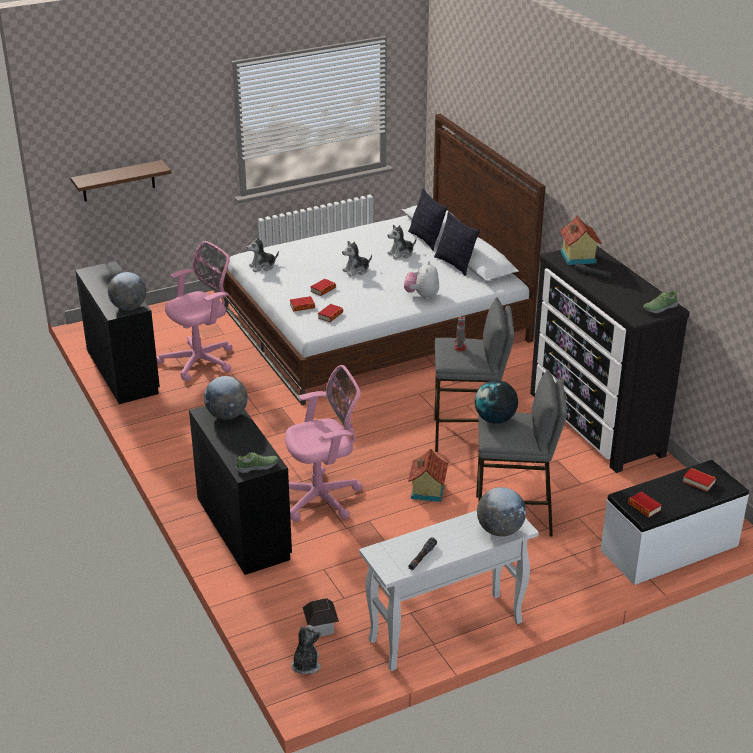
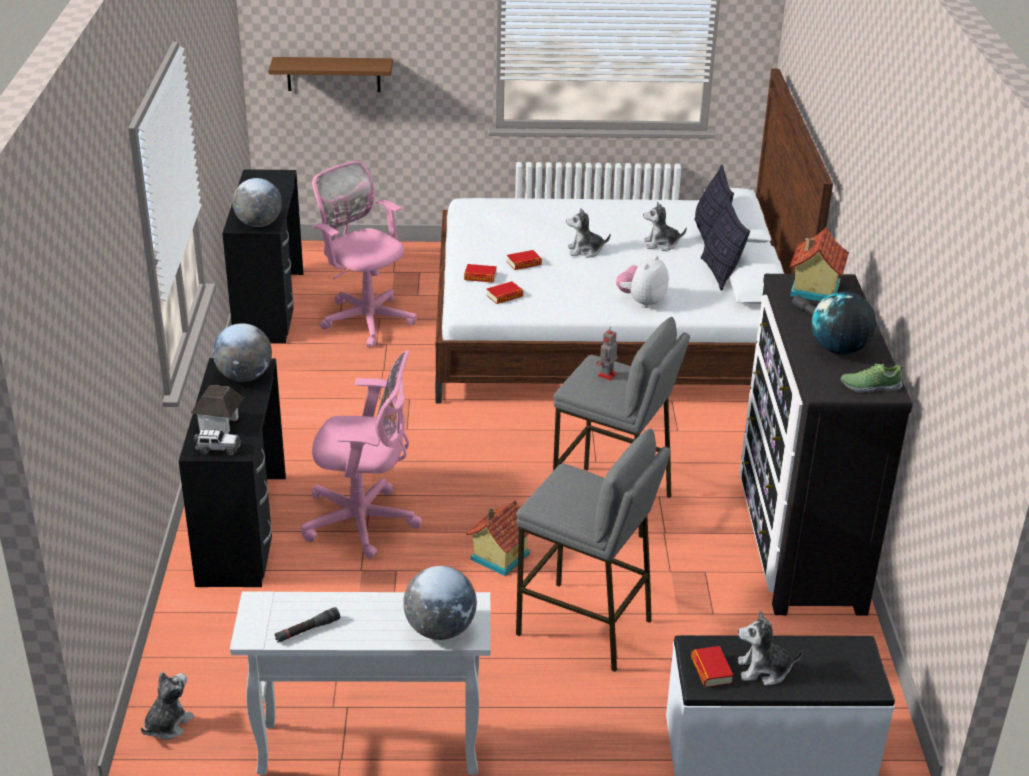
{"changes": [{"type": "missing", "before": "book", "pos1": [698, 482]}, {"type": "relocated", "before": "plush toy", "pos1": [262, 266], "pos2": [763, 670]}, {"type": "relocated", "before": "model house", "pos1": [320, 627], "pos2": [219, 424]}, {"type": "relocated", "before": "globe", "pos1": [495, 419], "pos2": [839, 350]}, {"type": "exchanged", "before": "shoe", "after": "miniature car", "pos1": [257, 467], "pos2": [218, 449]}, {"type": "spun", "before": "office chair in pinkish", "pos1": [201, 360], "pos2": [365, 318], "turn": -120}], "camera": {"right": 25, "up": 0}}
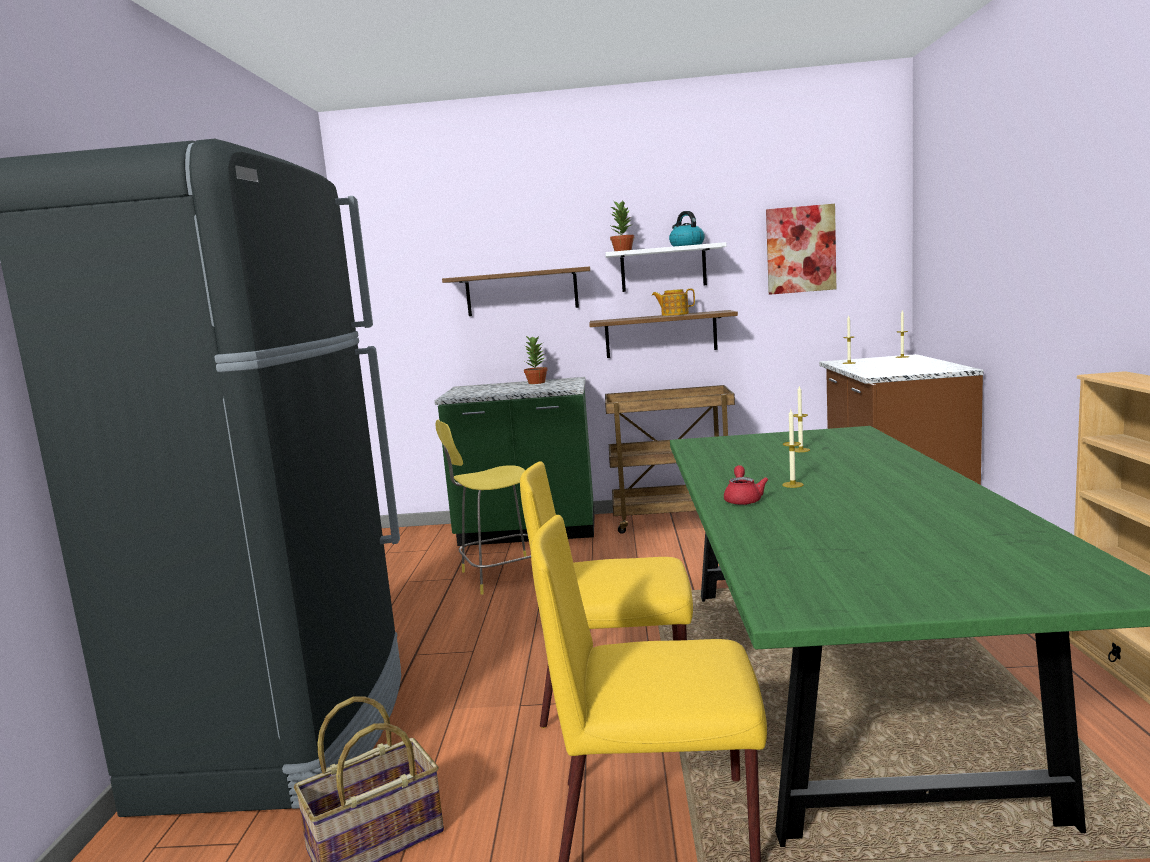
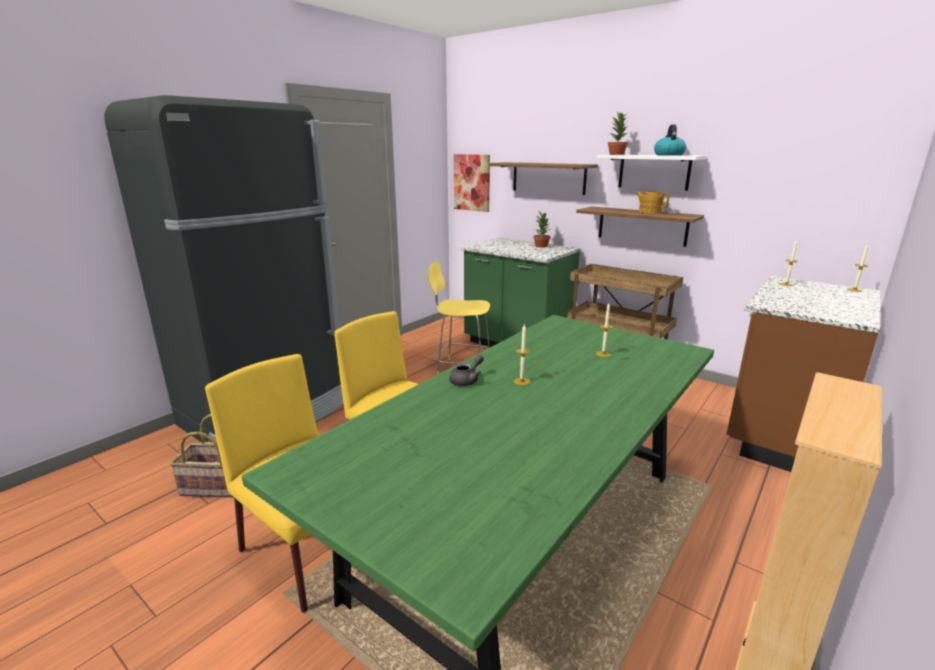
{"changes": [{"type": "relocated", "before": "wall picture", "pos1": [800, 249], "pos2": [472, 182]}, {"type": "colour", "before": "teapot in red-coloured", "after": "teapot in greyish", "pos1": [743, 499], "pos2": [467, 380]}], "camera": {"right": 35, "up": 10}}
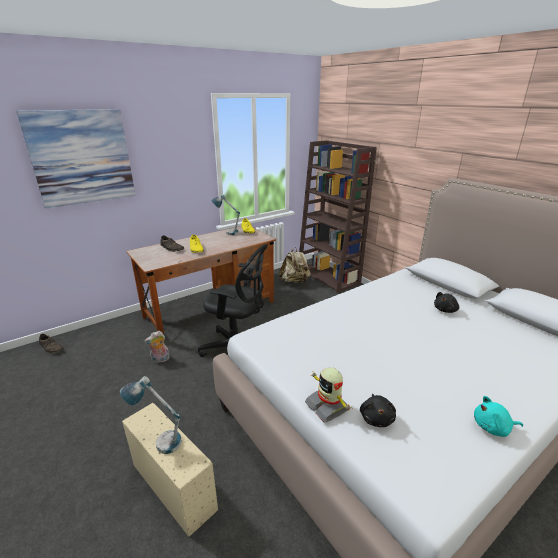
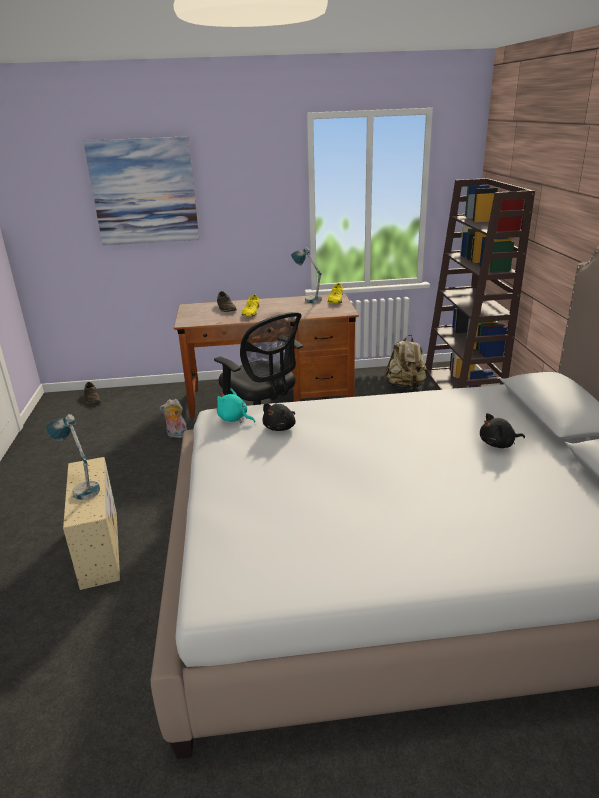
{"changes": [{"type": "missing", "before": "model robot", "pos1": [327, 406]}, {"type": "relocated", "before": "plush toy in black-coloured", "pos1": [376, 418], "pos2": [280, 427]}, {"type": "relocated", "before": "plush toy in turquoise", "pos1": [493, 427], "pos2": [234, 419]}], "camera": {"right": 30, "up": 0}}
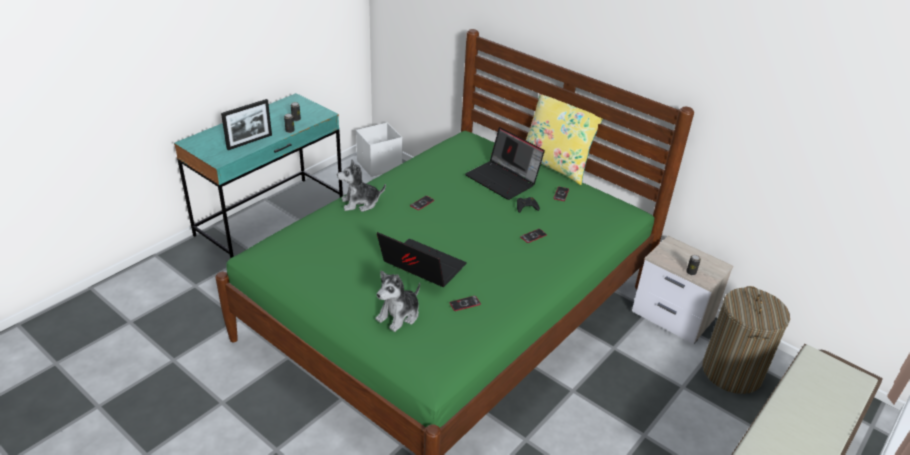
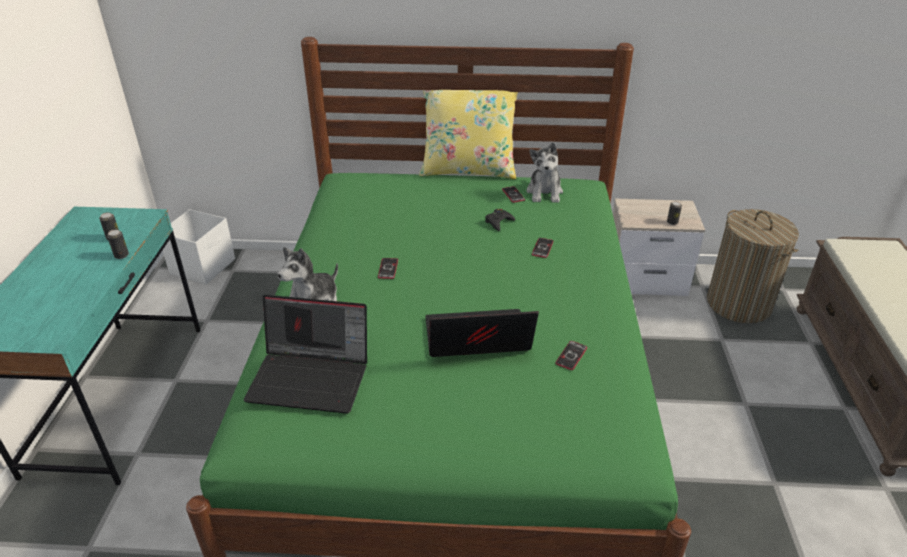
{"changes": [{"type": "missing", "before": "standing frame", "pos1": [249, 142]}, {"type": "relocated", "before": "plush toy", "pos1": [399, 315], "pos2": [544, 192]}, {"type": "relocated", "before": "notebook computer", "pos1": [503, 179], "pos2": [312, 377]}], "camera": {"right": -35, "up": 0}}
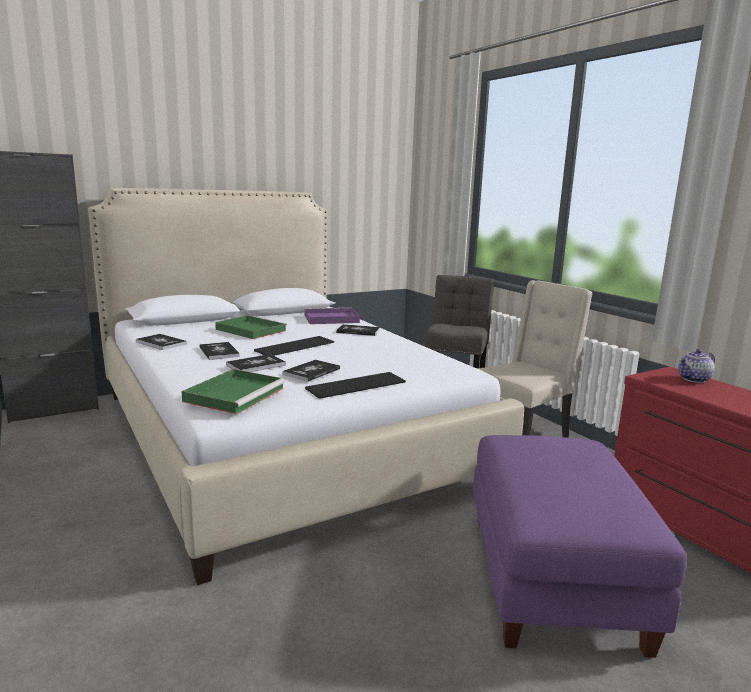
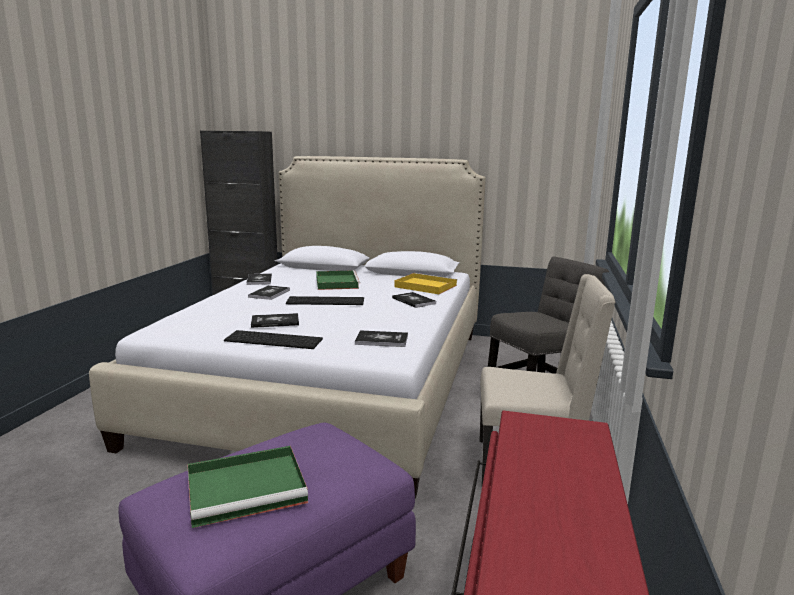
{"changes": [{"type": "missing", "before": "teapot", "pos1": [694, 379]}, {"type": "relocated", "before": "serving tray in green-coloured", "pos1": [235, 394], "pos2": [249, 488]}, {"type": "relocated", "before": "book", "pos1": [256, 365], "pos2": [381, 340]}, {"type": "colour", "before": "serving tray in purplish", "after": "serving tray in yellow", "pos1": [330, 319], "pos2": [424, 286]}], "camera": {"right": 45, "up": 0}}
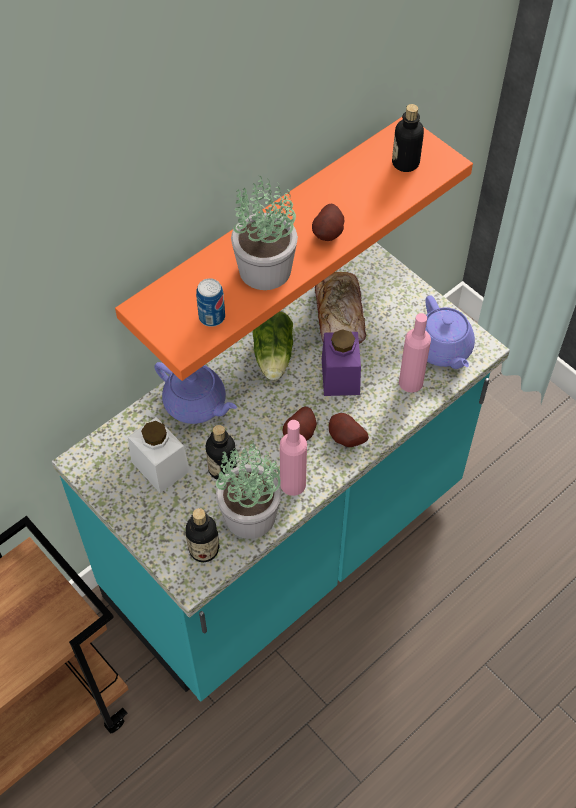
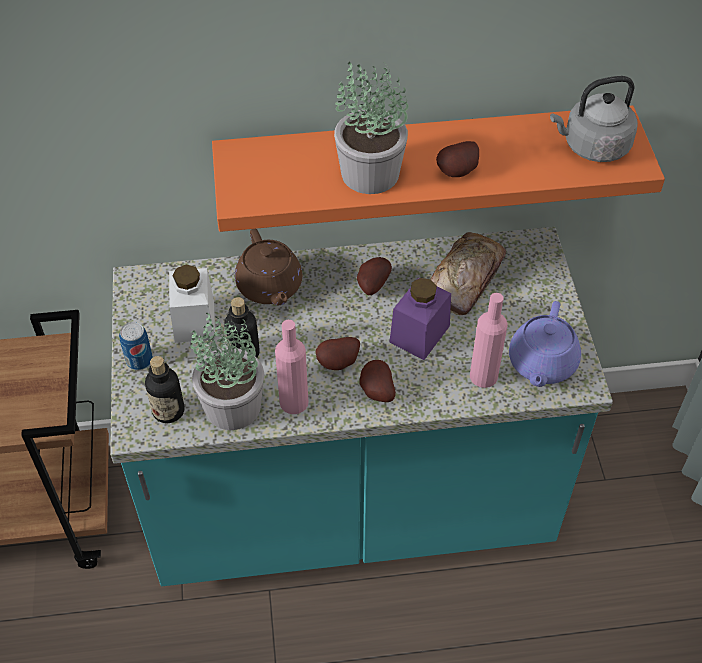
{"changes": [{"type": "relocated", "before": "can", "pos1": [212, 317], "pos2": [139, 360]}, {"type": "exchanged", "before": "head of lettuce", "after": "whole potato", "pos1": [273, 357], "pos2": [371, 285]}, {"type": "exchanged", "before": "drink bottle", "after": "tea kettle in greyish", "pos1": [405, 163], "pos2": [592, 147]}, {"type": "colour", "before": "teapot in purplish", "after": "teapot in brown-coloured", "pos1": [196, 404], "pos2": [270, 287]}], "camera": {"right": 35, "up": -5}}
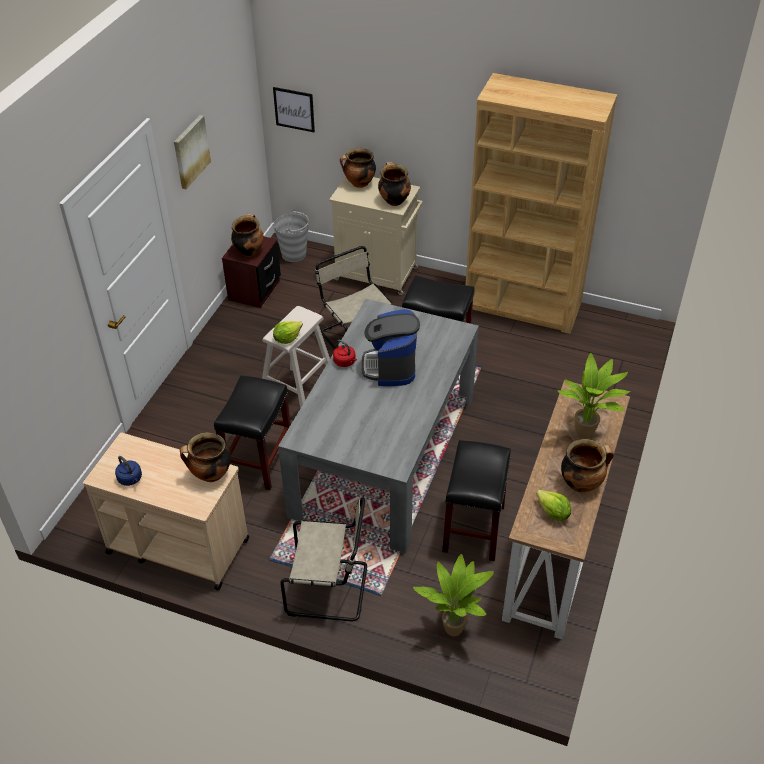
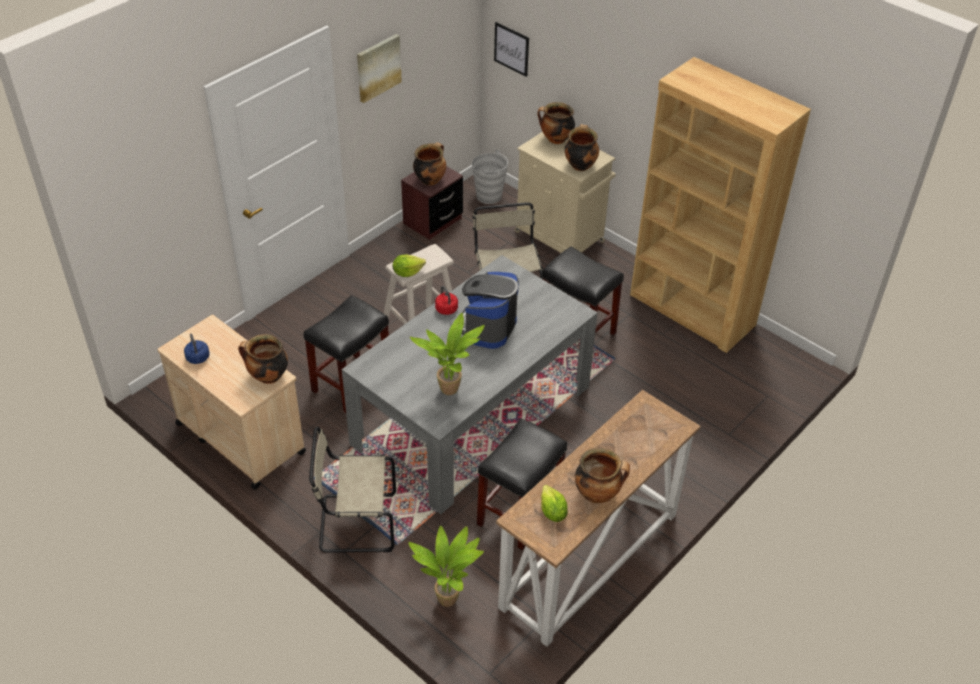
{"changes": [{"type": "relocated", "before": "houseplant", "pos1": [587, 434], "pos2": [451, 392]}, {"type": "spun", "before": "chair in beige-coloured", "pos1": [331, 589], "pos2": [354, 523], "turn": 150}], "camera": {"right": 20, "up": 0}}
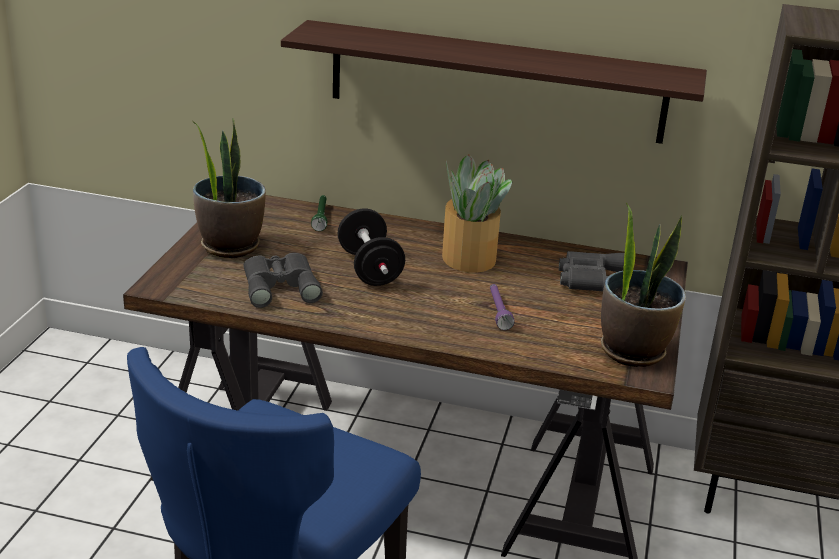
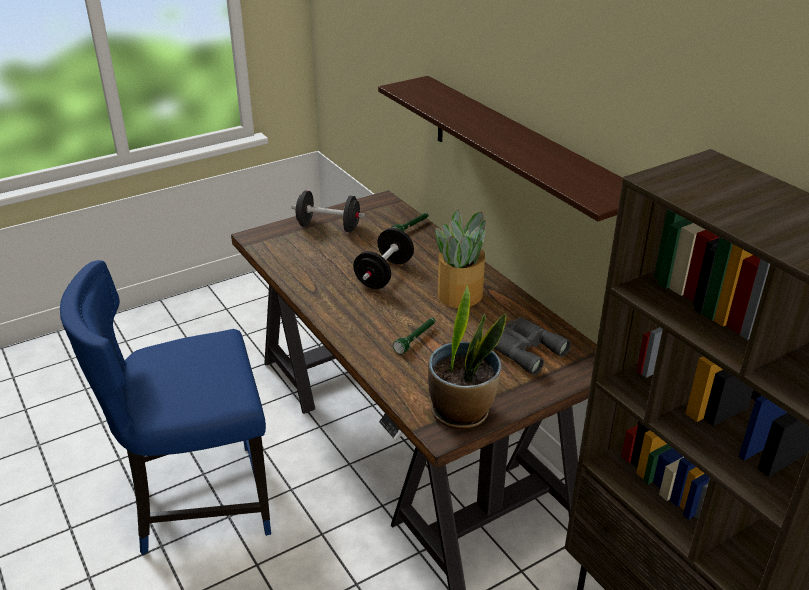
{"changes": [{"type": "missing", "before": "binoculars in greyish", "pos1": [280, 285]}, {"type": "exchanged", "before": "houseplant", "after": "hand weight in black-coloured", "pos1": [230, 246], "pos2": [328, 227]}, {"type": "colour", "before": "hand torch in purplish", "after": "hand torch in green-coloured", "pos1": [498, 312], "pos2": [416, 339]}], "camera": {"right": 45, "up": 5}}
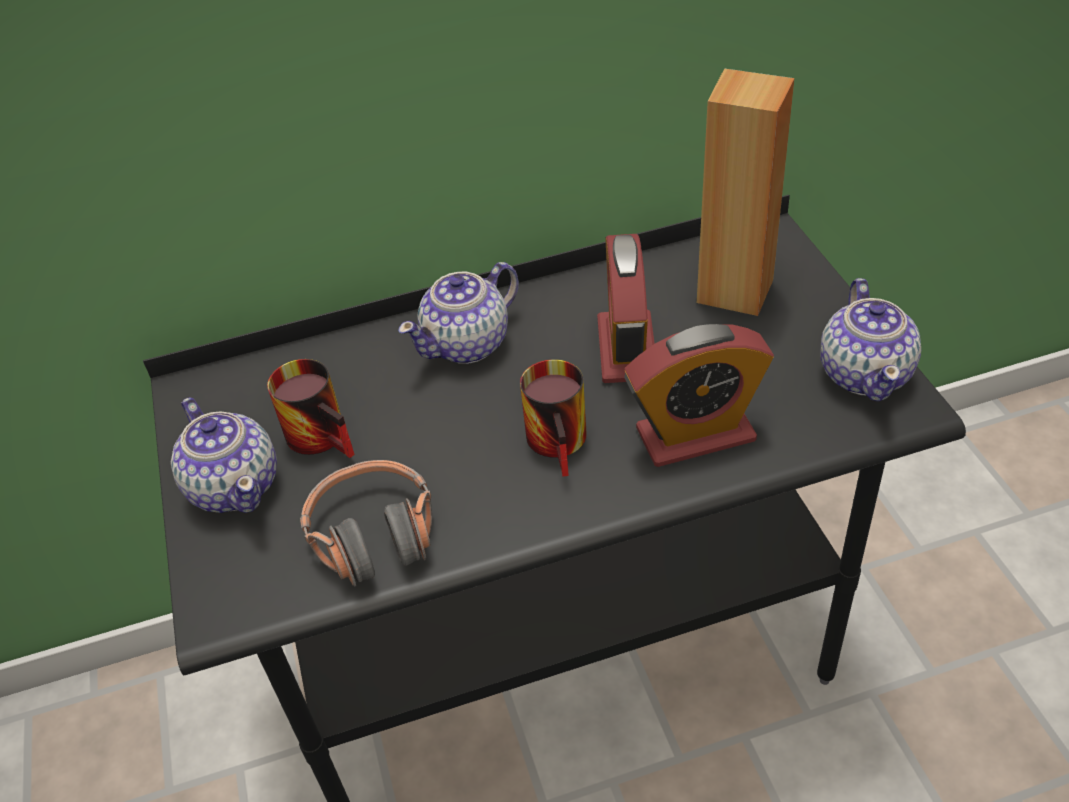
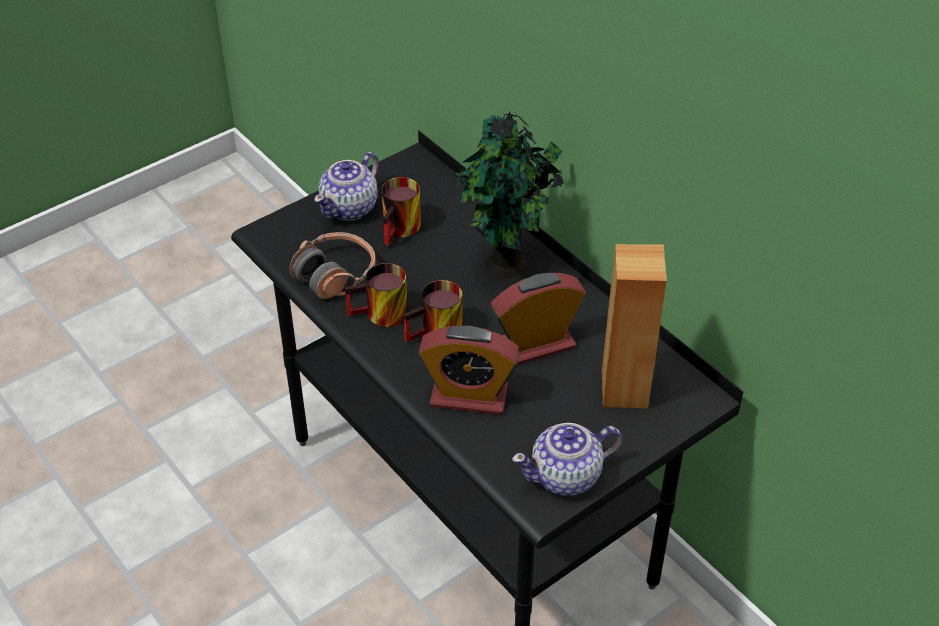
{"changes": [{"type": "appeared", "after": "tea mug", "pos2": [380, 316]}, {"type": "exchanged", "before": "teapot", "after": "houseplant", "pos1": [468, 343], "pos2": [506, 266]}, {"type": "spun", "before": "bedside clock", "pos1": [695, 435], "pos2": [468, 396], "turn": -45}], "camera": {"right": 65, "up": 0}}
